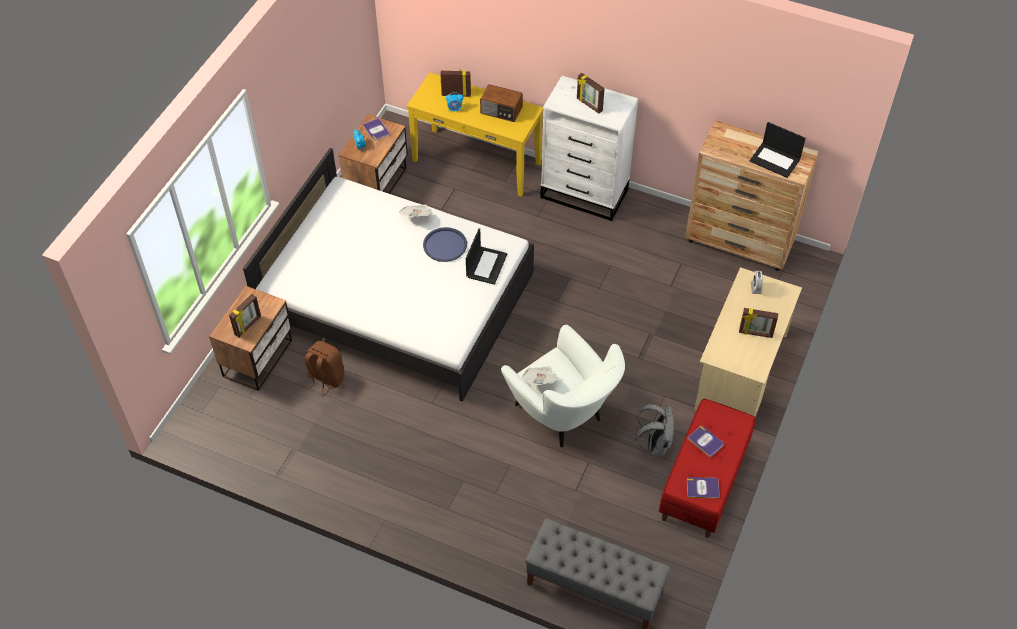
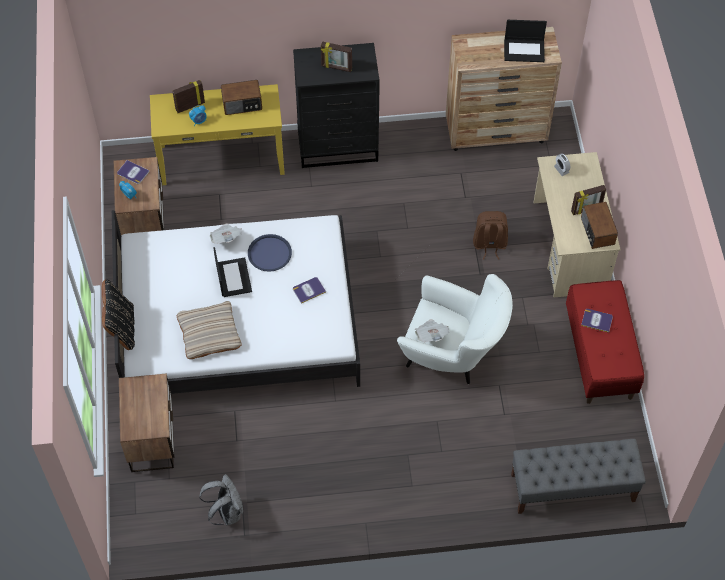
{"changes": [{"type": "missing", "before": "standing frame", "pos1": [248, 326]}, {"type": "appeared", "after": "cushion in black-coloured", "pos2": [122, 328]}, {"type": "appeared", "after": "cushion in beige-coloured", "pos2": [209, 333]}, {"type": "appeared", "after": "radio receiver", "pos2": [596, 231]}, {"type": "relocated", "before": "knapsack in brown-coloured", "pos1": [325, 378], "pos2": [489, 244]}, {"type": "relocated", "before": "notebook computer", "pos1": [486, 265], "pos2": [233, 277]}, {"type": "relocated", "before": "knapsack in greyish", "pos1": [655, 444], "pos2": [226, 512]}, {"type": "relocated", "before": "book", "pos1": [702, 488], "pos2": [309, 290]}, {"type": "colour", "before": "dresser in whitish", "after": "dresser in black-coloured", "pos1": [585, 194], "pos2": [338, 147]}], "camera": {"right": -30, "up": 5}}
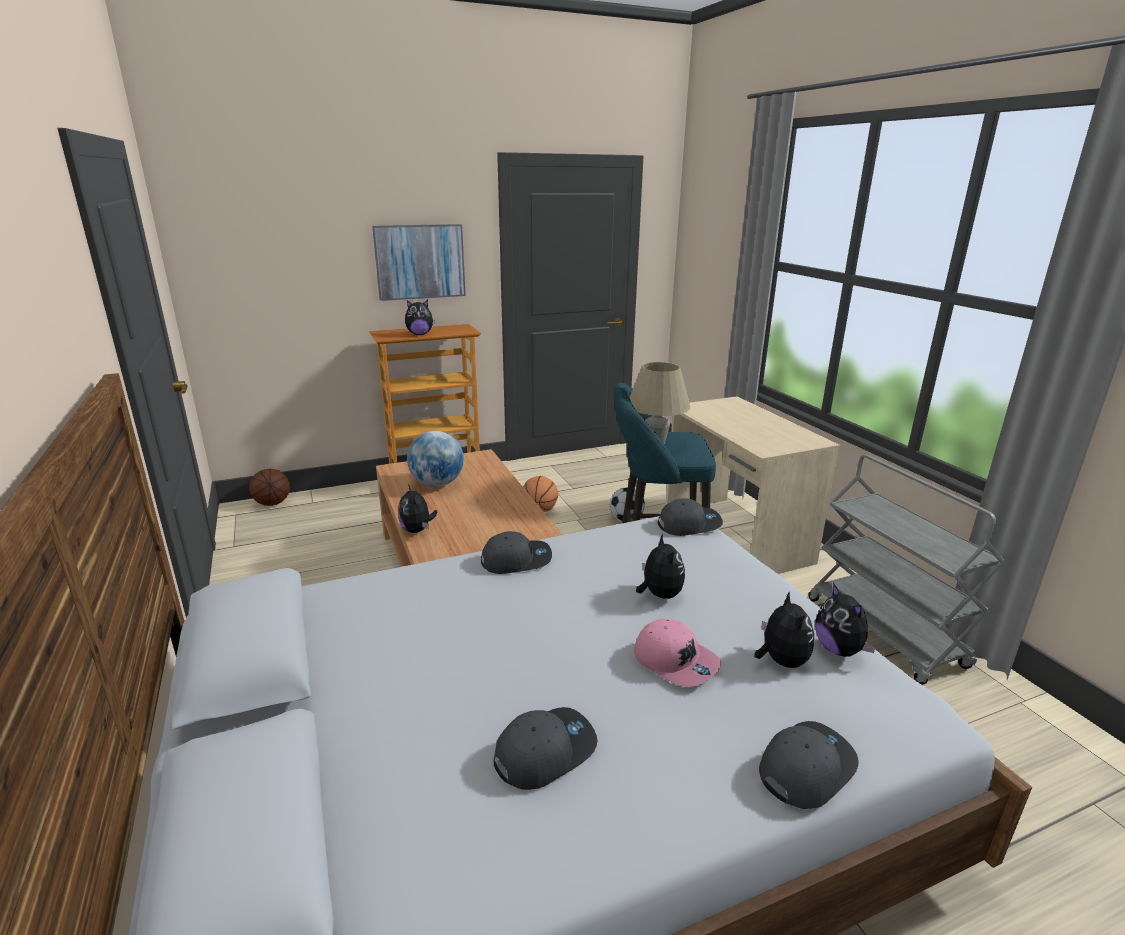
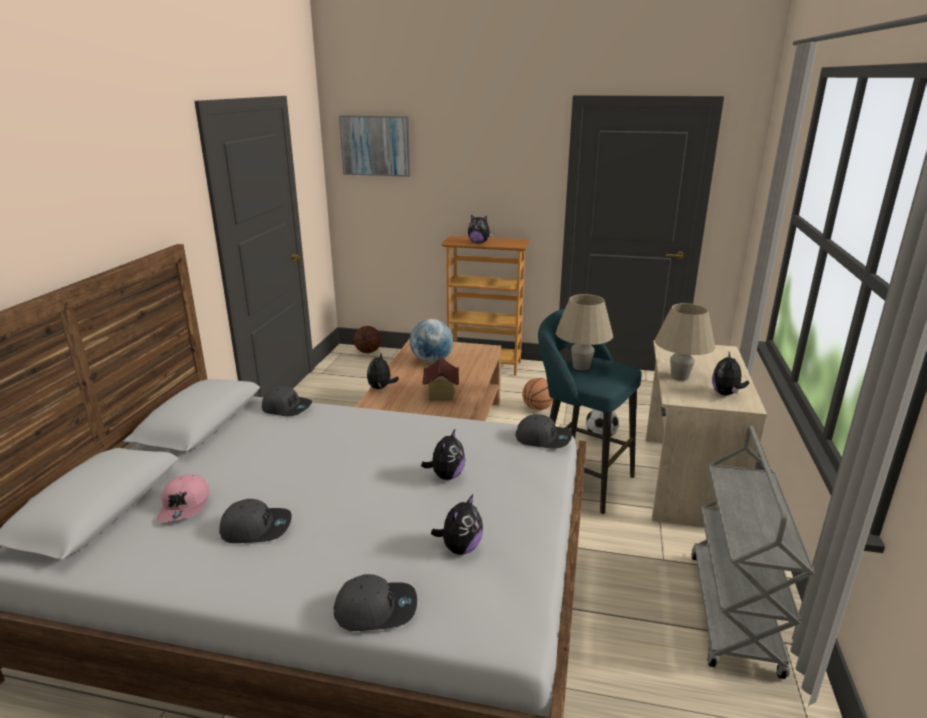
{"changes": [{"type": "appeared", "after": "model house", "pos2": [441, 394]}, {"type": "appeared", "after": "lamp for a table in beige-coloured", "pos2": [679, 377]}, {"type": "relocated", "before": "wall picture", "pos1": [420, 261], "pos2": [375, 145]}, {"type": "relocated", "before": "peaked cap in greyish", "pos1": [516, 560], "pos2": [287, 408]}, {"type": "relocated", "before": "peaked cap in pinkish", "pos1": [675, 661], "pos2": [185, 506]}, {"type": "relocated", "before": "plush toy", "pos1": [839, 650], "pos2": [726, 394]}], "camera": {"right": 35, "up": 0}}
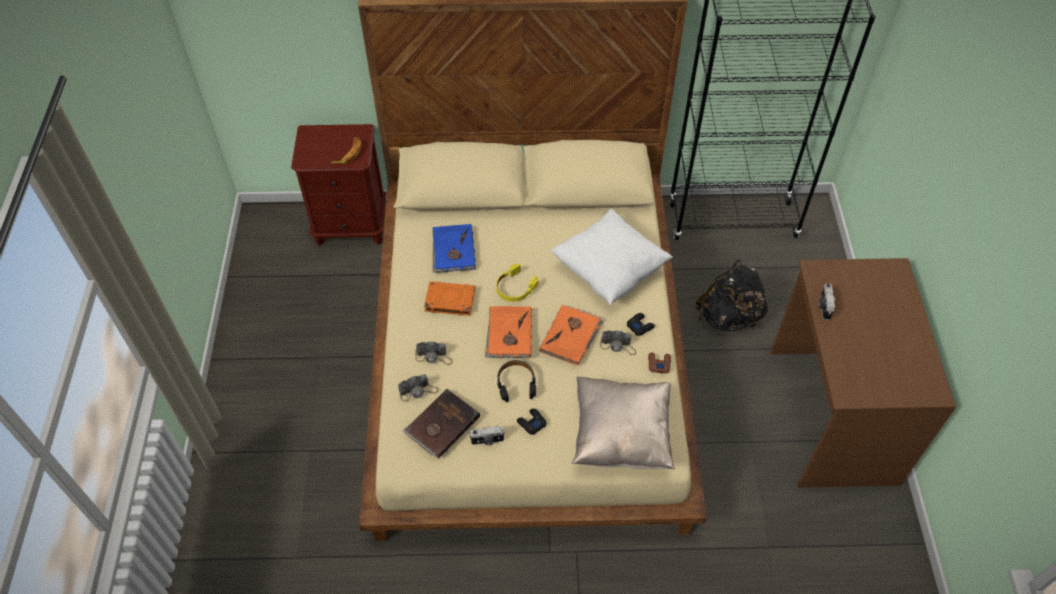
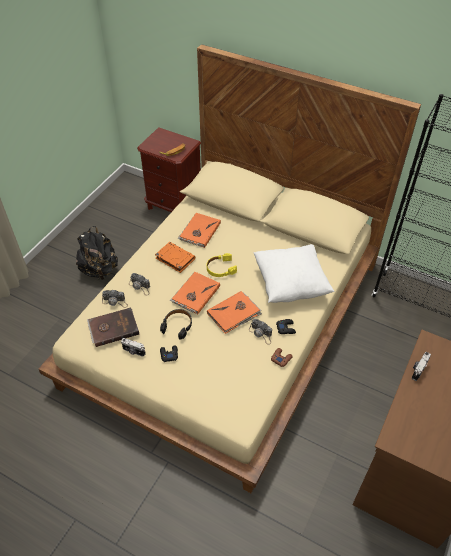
{"changes": [{"type": "missing", "before": "cushion in beige-coloured", "pos1": [621, 436]}, {"type": "relocated", "before": "knapsack in black-coloured", "pos1": [728, 317], "pos2": [99, 270]}, {"type": "colour", "before": "book in blue-coloured", "after": "book in orange-coloured", "pos1": [453, 251], "pos2": [199, 231]}], "camera": {"right": 30, "up": -5}}
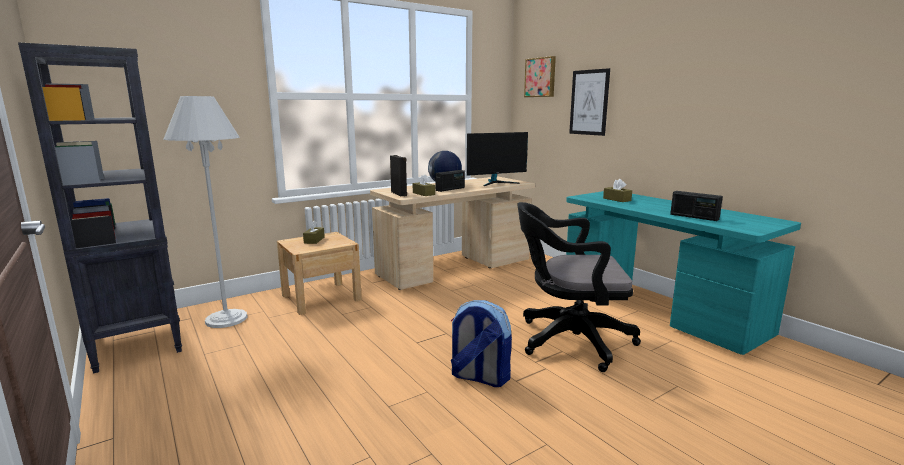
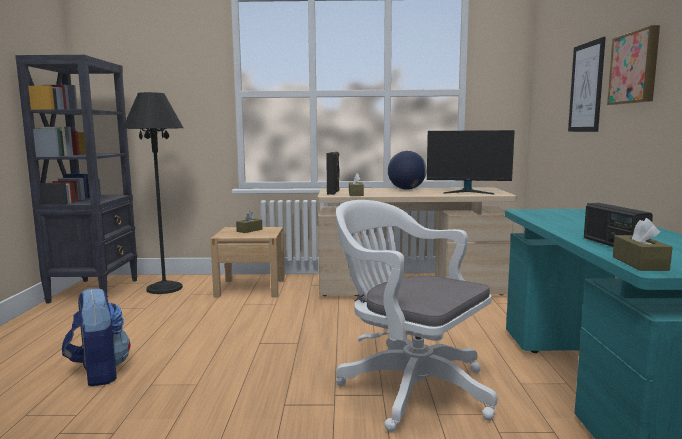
{"changes": [{"type": "missing", "before": "radio receiver", "pos1": [450, 189]}, {"type": "relocated", "before": "knapsack", "pos1": [479, 377], "pos2": [99, 373]}, {"type": "relocated", "before": "wall picture", "pos1": [540, 77], "pos2": [635, 68]}, {"type": "relocated", "before": "box of tissues in brown-coloured", "pos1": [617, 199], "pos2": [639, 263]}, {"type": "colour", "before": "standing lamp in whitish", "after": "standing lamp in black-coloured", "pos1": [226, 319], "pos2": [164, 288]}, {"type": "colour", "before": "office chair in black-coloured", "after": "office chair in whitish", "pos1": [568, 341], "pos2": [409, 387]}], "camera": {"right": 35, "up": -5}}
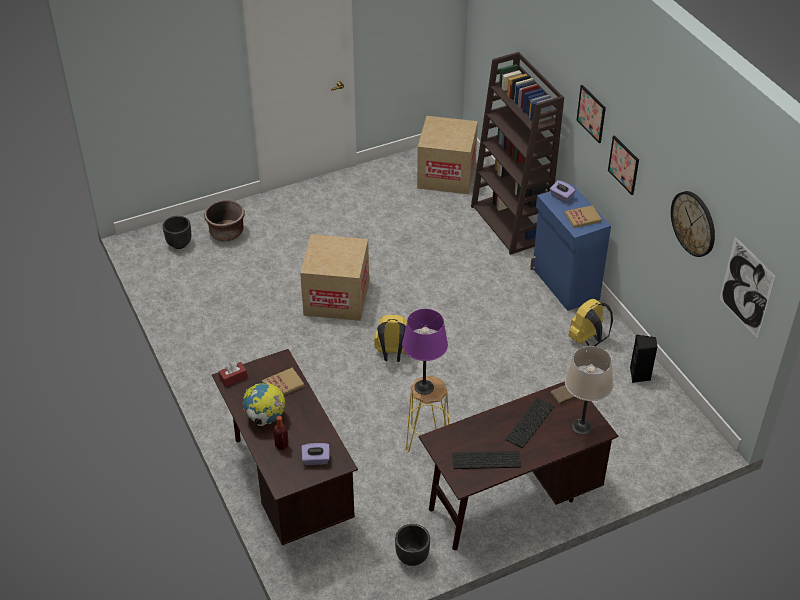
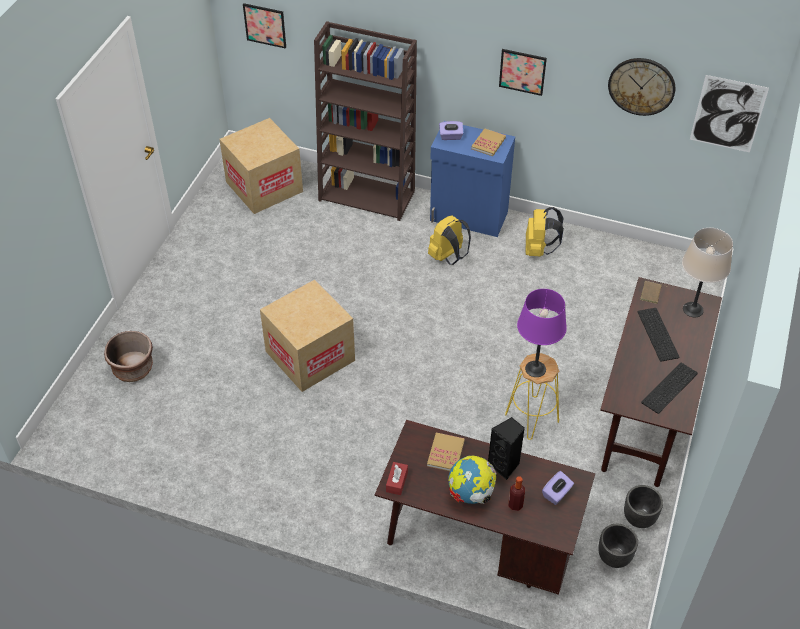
{"changes": [{"type": "relocated", "before": "plant pot in black-coloured", "pos1": [179, 244], "pos2": [613, 557]}, {"type": "relocated", "before": "knapsack in yellow", "pos1": [392, 354], "pos2": [448, 257]}, {"type": "relocated", "before": "wall picture", "pos1": [591, 113], "pos2": [265, 25]}, {"type": "relocated", "before": "loudspeaker in black-coloured", "pos1": [640, 375], "pos2": [505, 465]}], "camera": {"right": -45, "up": 5}}
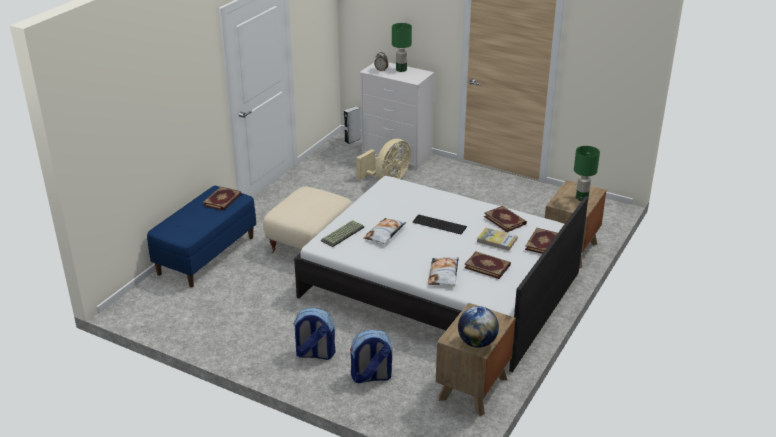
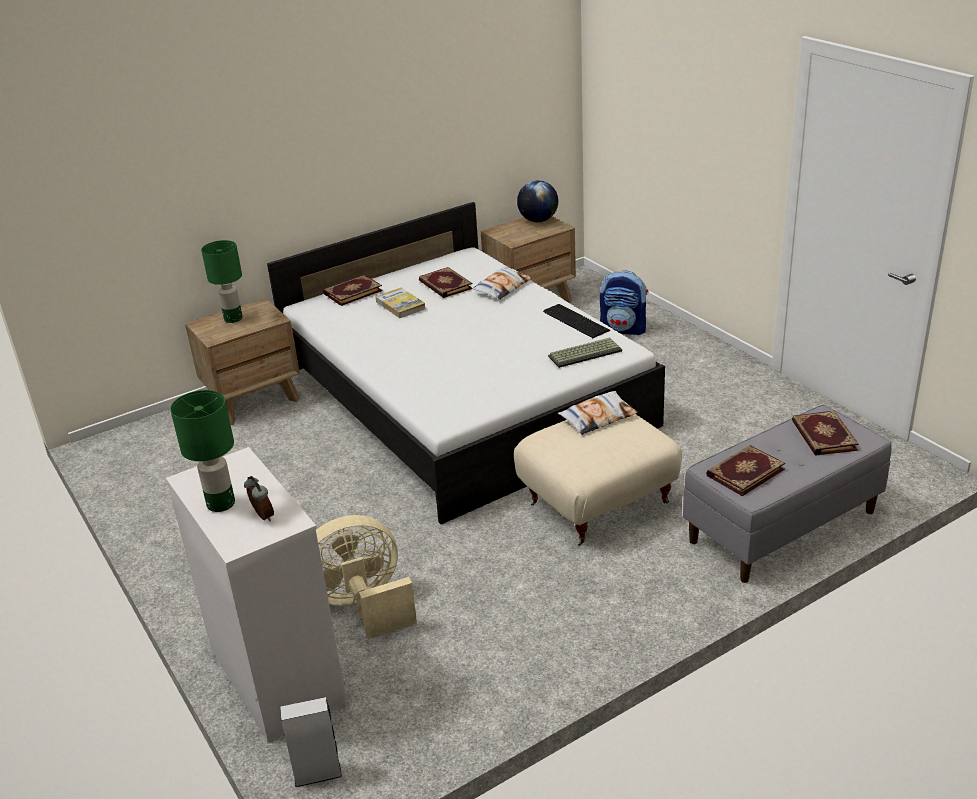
{"changes": [{"type": "missing", "before": "knapsack", "pos1": [314, 354]}, {"type": "relocated", "before": "cushion", "pos1": [385, 234], "pos2": [598, 417]}, {"type": "relocated", "before": "keyboard", "pos1": [439, 225], "pos2": [576, 320]}, {"type": "relocated", "before": "book", "pos1": [505, 220], "pos2": [823, 436]}, {"type": "colour", "before": "indoor bench in blue-coloured", "after": "indoor bench in greyish", "pos1": [206, 255], "pos2": [782, 527]}], "camera": {"right": -150, "up": 0}}
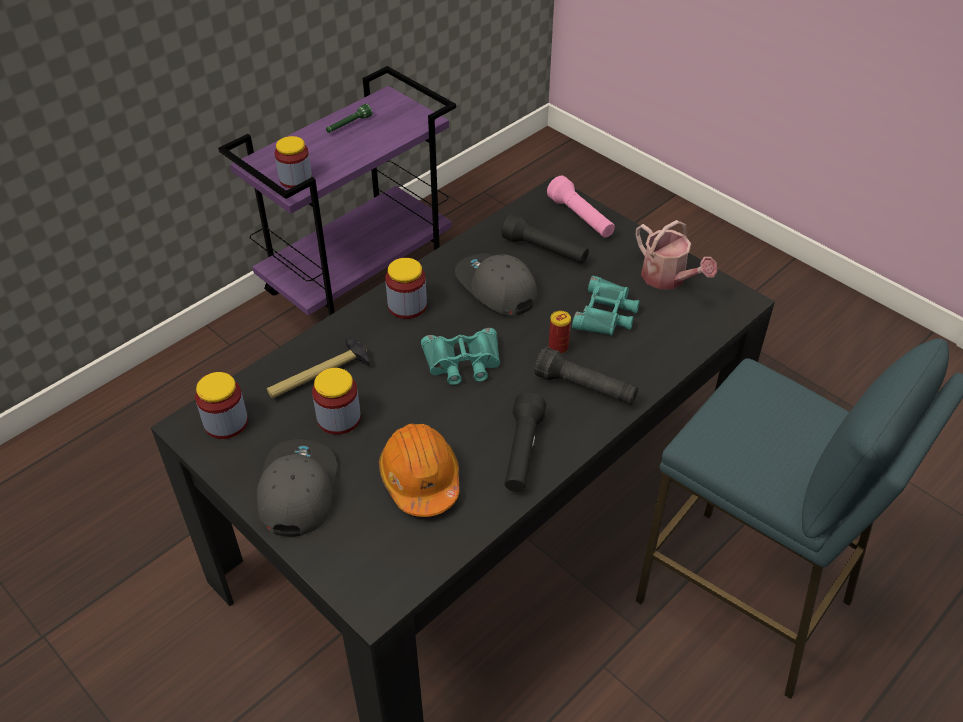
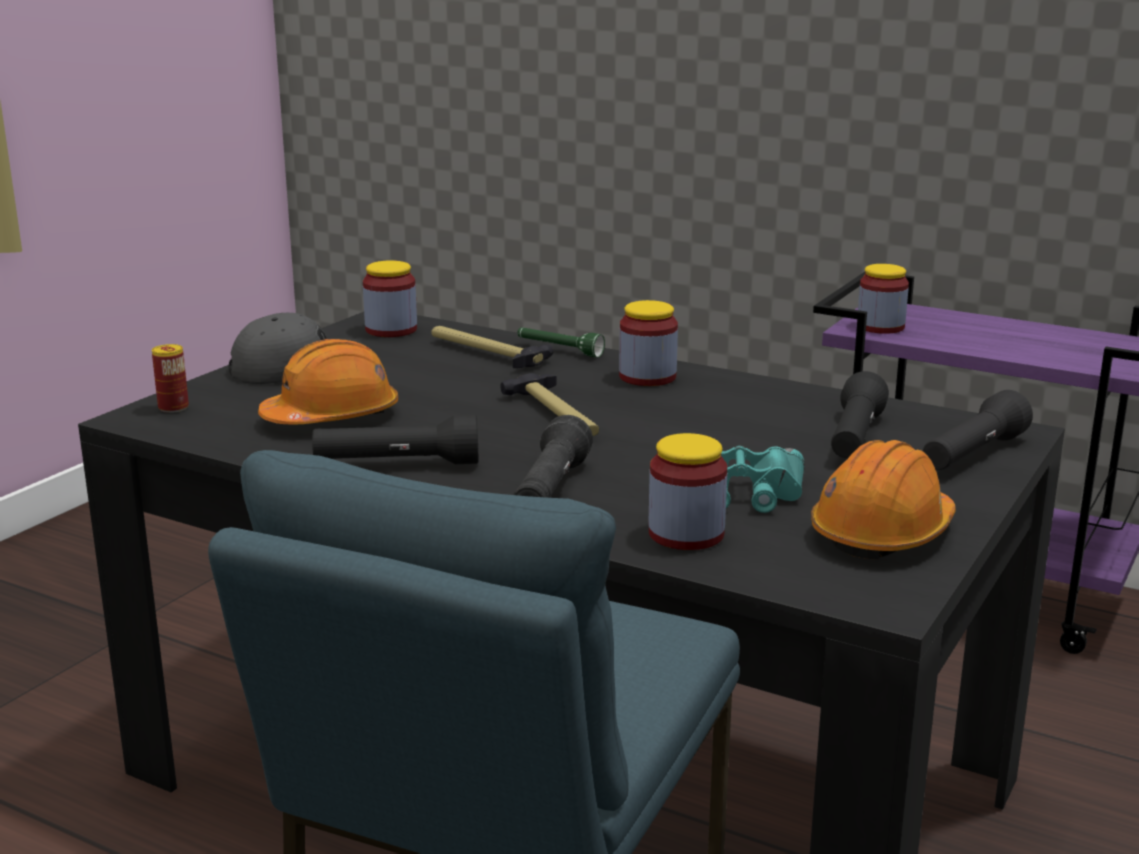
{"changes": [{"type": "missing", "before": "peaked cap in greyish", "pos1": [495, 288]}, {"type": "relocated", "before": "jar", "pos1": [339, 418], "pos2": [686, 534]}, {"type": "relocated", "before": "hand torch in green-coloured", "pos1": [348, 125], "pos2": [558, 350]}, {"type": "relocated", "before": "can", "pos1": [558, 347], "pos2": [173, 407]}, {"type": "exchanged", "before": "binoculars in turquoise", "after": "tool hammer", "pos1": [463, 362], "pos2": [557, 415]}, {"type": "exchanged", "before": "sprinkling can", "after": "hard hat in orange-coloured", "pos1": [668, 279], "pos2": [882, 533]}, {"type": "colour", "before": "hand torch in pinkish", "after": "hand torch in black-coloured", "pos1": [581, 218], "pos2": [972, 455]}], "camera": {"right": 75, "up": -25}}
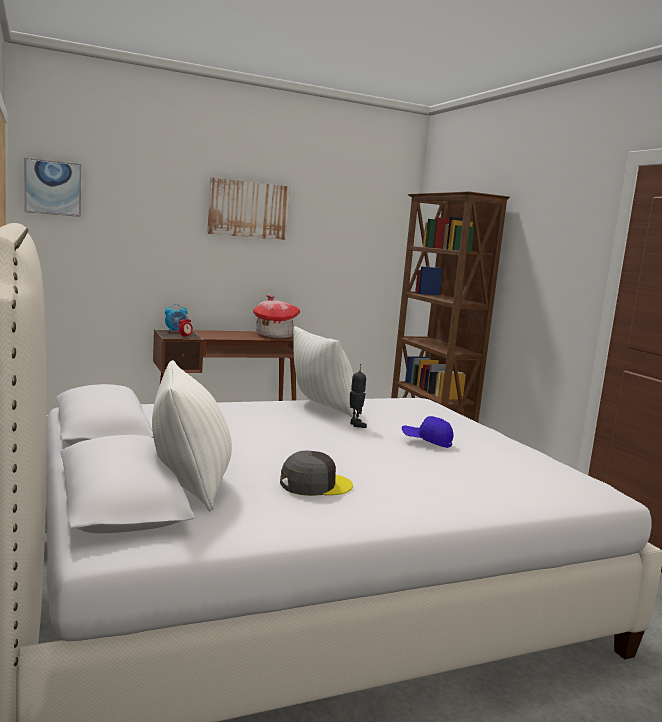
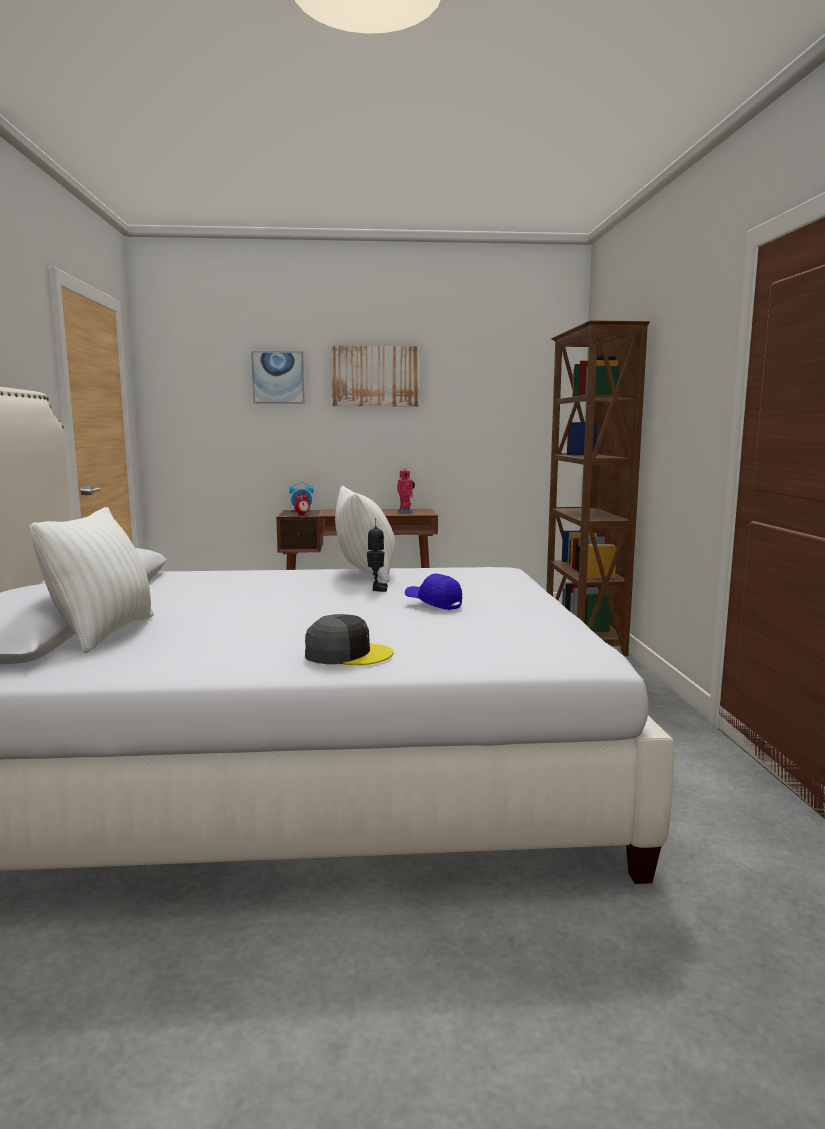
{"changes": [{"type": "relocated", "before": "wall picture", "pos1": [53, 188], "pos2": [278, 377]}, {"type": "relocated", "before": "peaked cap in greyish", "pos1": [315, 484], "pos2": [347, 654]}, {"type": "exchanged", "before": "model house", "after": "model robot", "pos1": [274, 335], "pos2": [406, 511]}], "camera": {"right": 20, "up": 0}}
